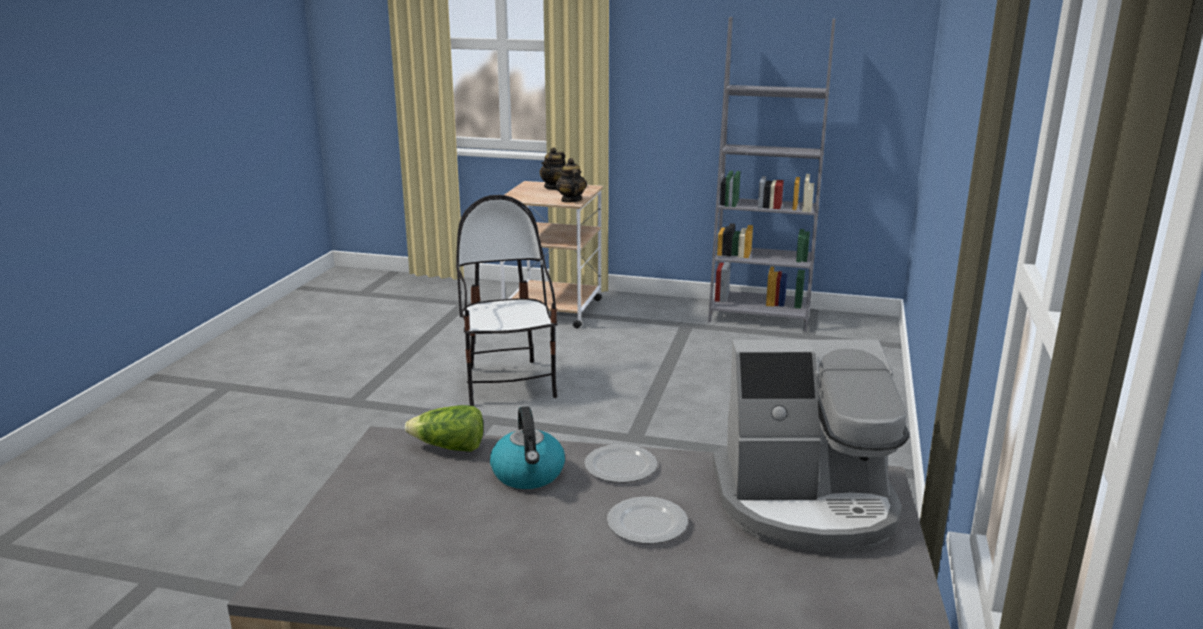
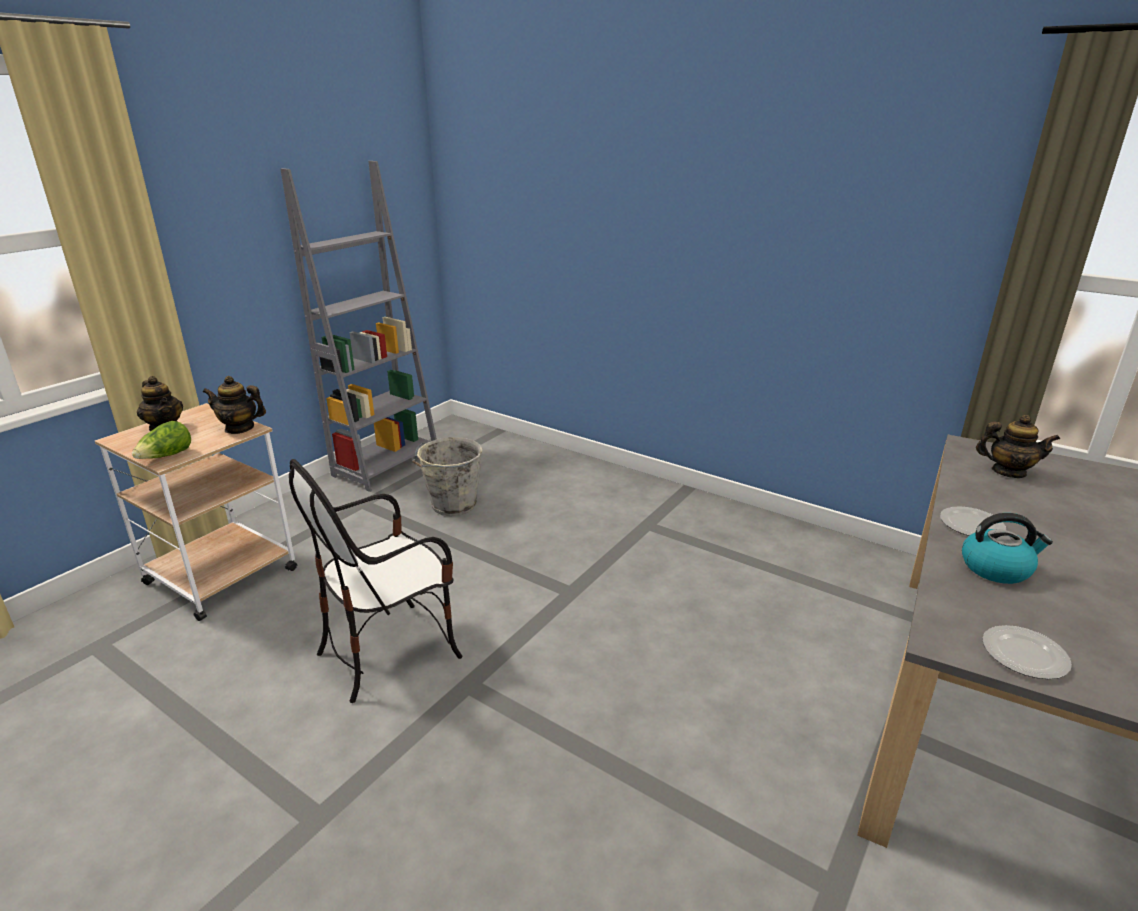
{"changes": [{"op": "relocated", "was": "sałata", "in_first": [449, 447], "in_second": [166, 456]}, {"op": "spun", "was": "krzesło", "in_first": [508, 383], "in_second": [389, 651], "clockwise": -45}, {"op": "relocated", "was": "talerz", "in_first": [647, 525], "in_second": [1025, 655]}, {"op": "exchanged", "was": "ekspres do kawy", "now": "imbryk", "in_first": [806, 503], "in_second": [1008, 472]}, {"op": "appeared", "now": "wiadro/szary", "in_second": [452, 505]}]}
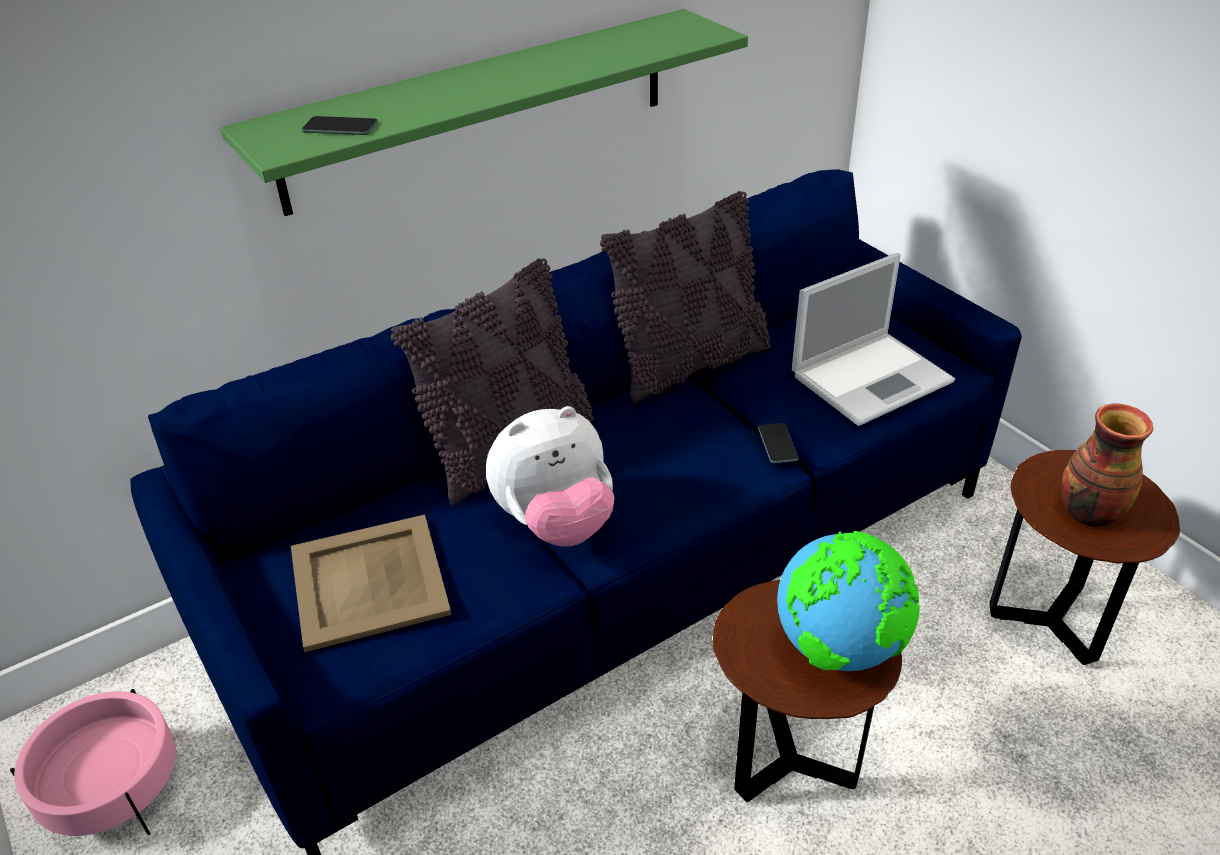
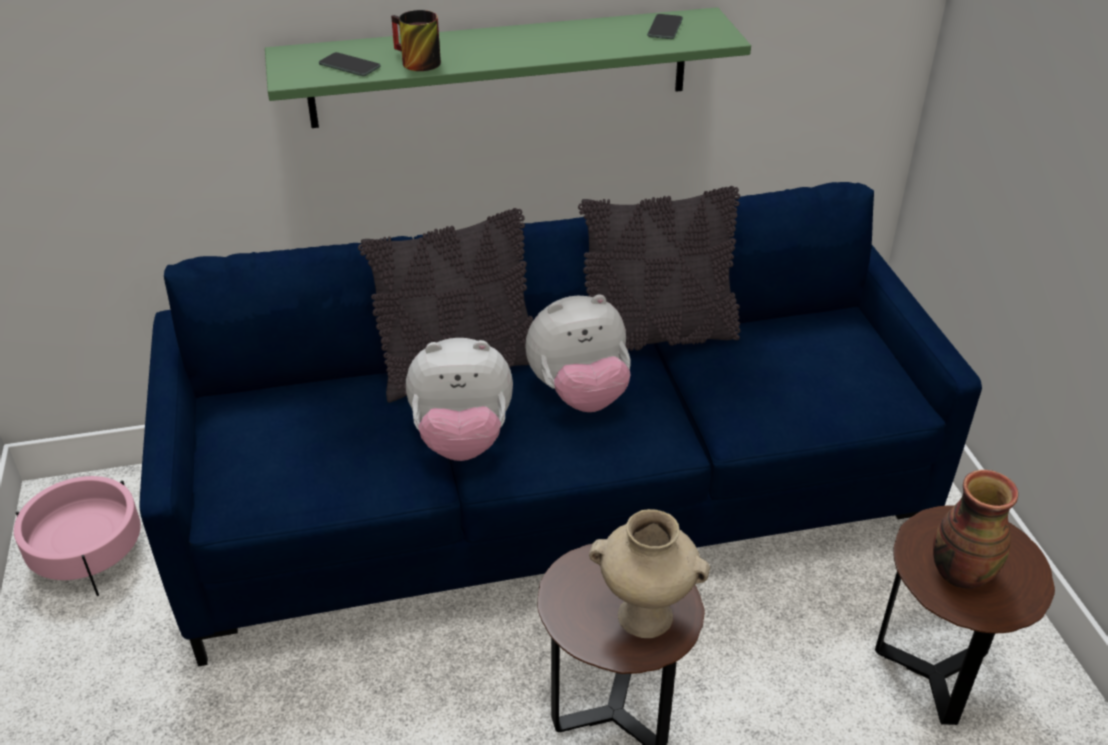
{"changes": [{"op": "missing", "was": "taca/beżowy", "in_first": [370, 580]}, {"op": "relocated", "was": "telefon", "in_first": [777, 444], "in_second": [665, 27]}, {"op": "exchanged", "was": "globus", "now": "wazon/beżowy", "in_first": [840, 648], "in_second": [646, 615]}, {"op": "missing", "was": "laptop", "in_first": [873, 377]}, {"op": "appeared", "now": "kubek", "in_second": [414, 62]}, {"op": "appeared", "now": "pluszak", "in_second": [579, 395]}]}
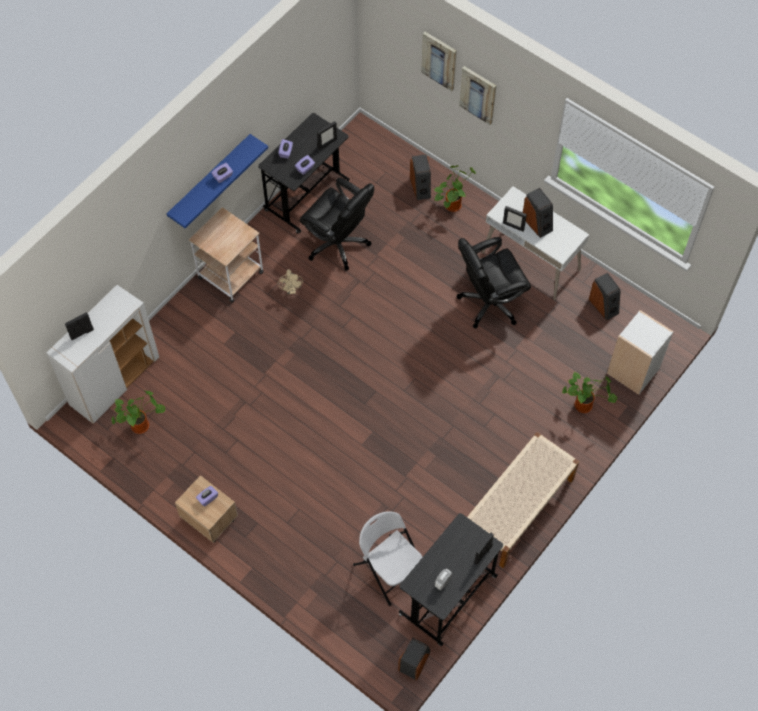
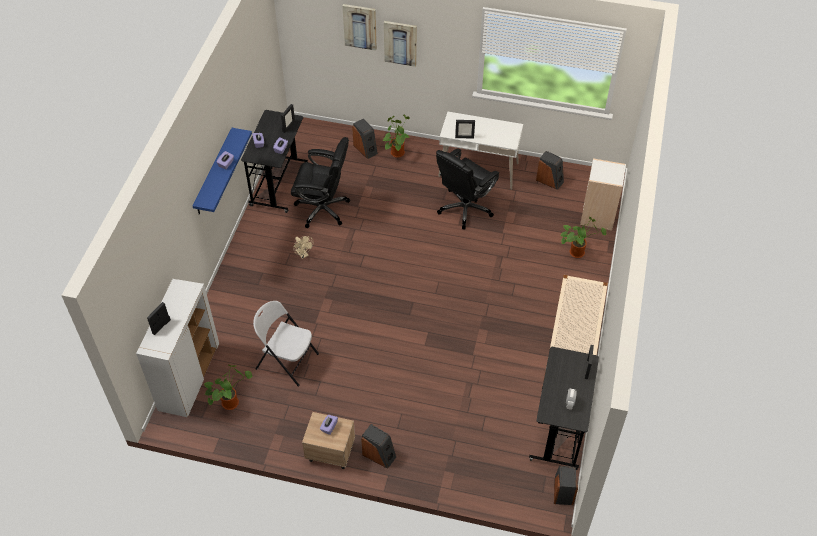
{"changes": [{"op": "missing", "was": "wózek/beżowy", "in_first": [231, 274]}, {"op": "relocated", "was": "krzesło/biały", "in_first": [390, 569], "in_second": [287, 361]}, {"op": "relocated", "was": "głośnik", "in_first": [537, 223], "in_second": [379, 455]}]}
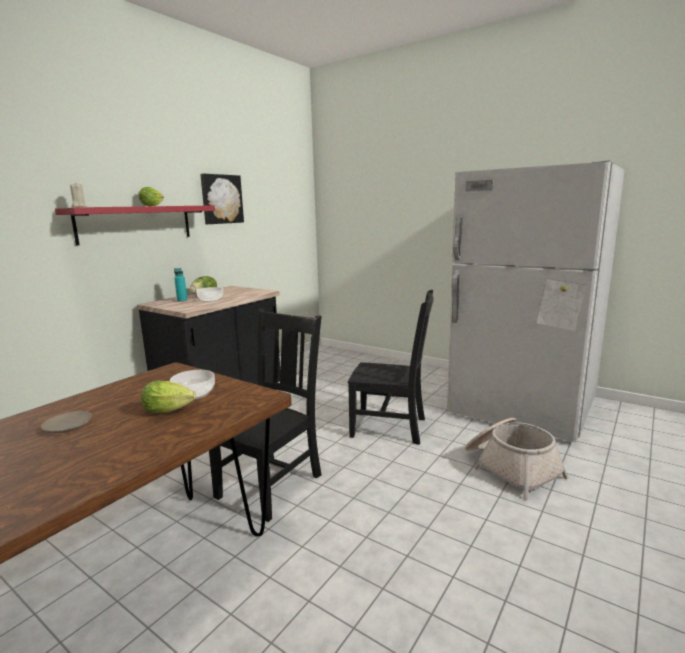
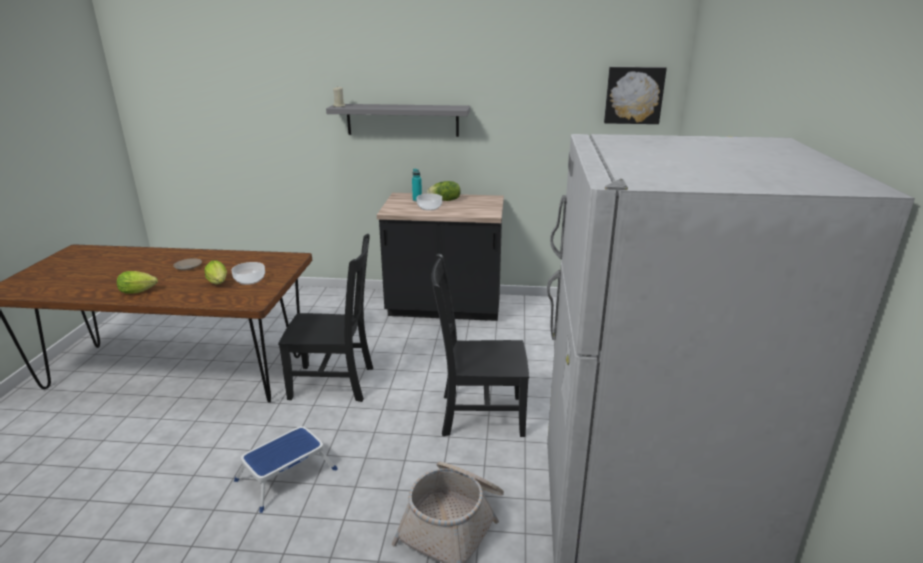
{"changes": [{"op": "colour", "was": "półka/czerwony", "now": "półka/szary", "in_first": [136, 223], "in_second": [402, 120]}, {"op": "relocated", "was": "sałata", "in_first": [153, 206], "in_second": [140, 291]}, {"op": "relocated", "was": "obraz", "in_first": [221, 199], "in_second": [634, 95]}, {"op": "spun", "was": "krzesło/czarny", "in_first": [391, 428], "in_second": [479, 415], "clockwise": 105}, {"op": "appeared", "now": "drabinka/niebieski", "in_second": [286, 475]}]}
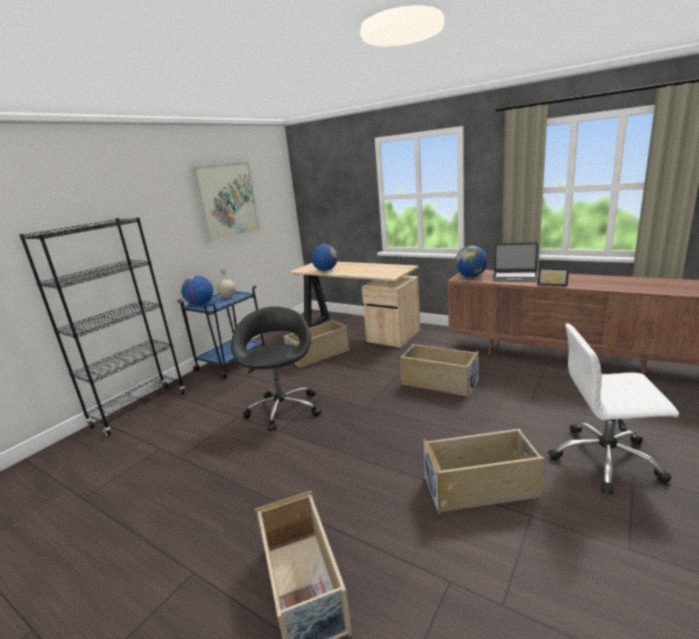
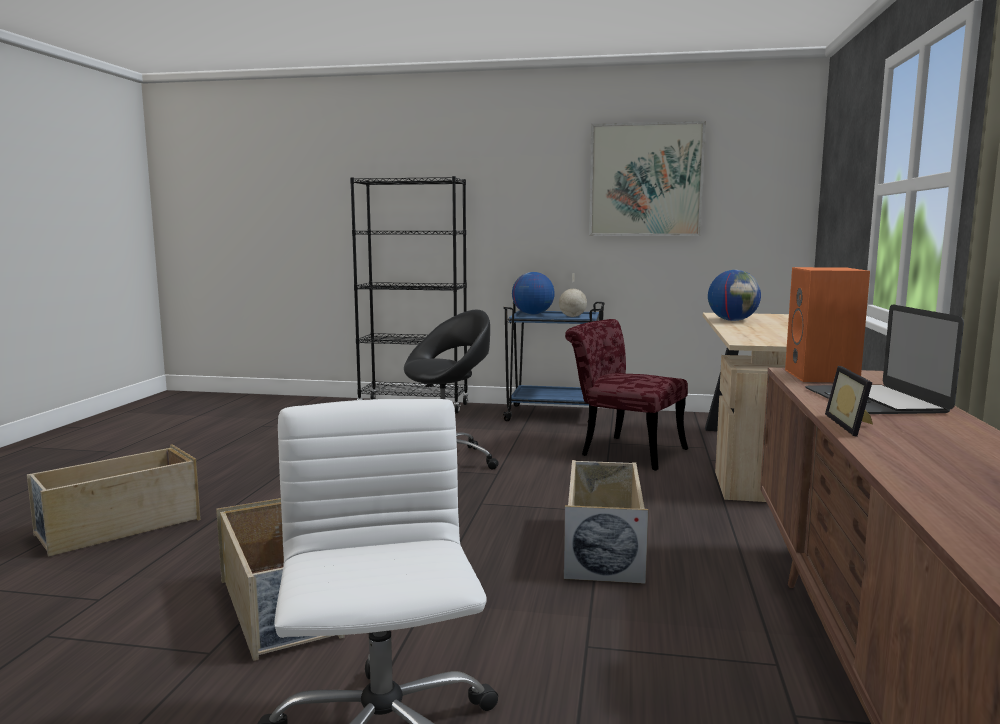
{"changes": [{"op": "exchanged", "was": "pojemnik do przechowywania/beżowy", "now": "krzesło/czerwony", "in_first": [318, 355], "in_second": [623, 451]}, {"op": "exchanged", "was": "globus", "now": "głośnik/pomarańczowy", "in_first": [471, 276], "in_second": [823, 376]}]}
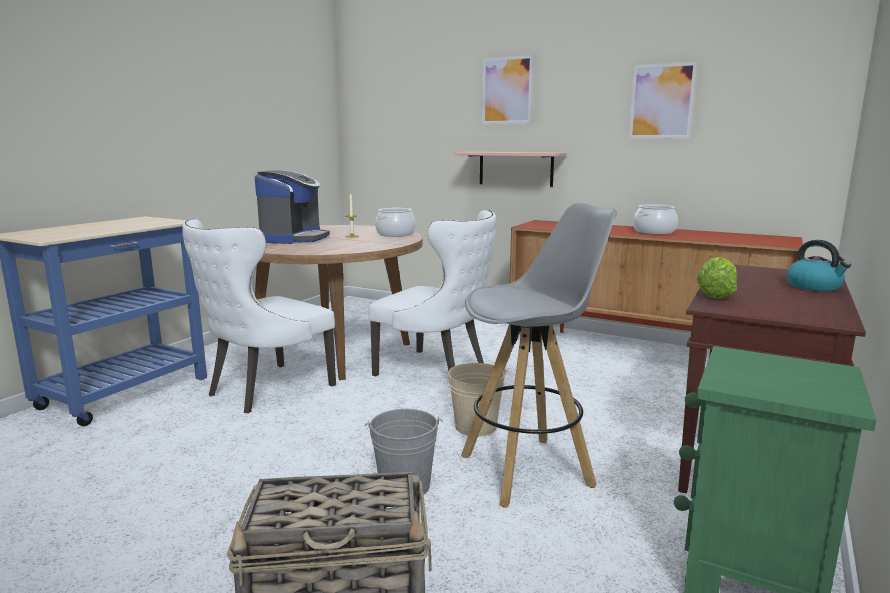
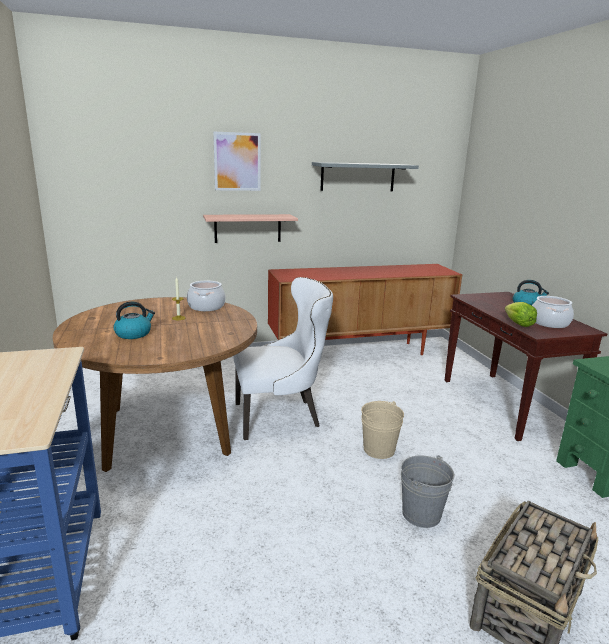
{"changes": [{"op": "missing", "was": "krzesło/biały", "in_first": [265, 390]}, {"op": "exchanged", "was": "ekspres do kawy", "now": "czajnik", "in_first": [294, 238], "in_second": [134, 334]}, {"op": "missing", "was": "stołek/szary", "in_first": [529, 470]}, {"op": "exchanged", "was": "obraz", "now": "półka/szary", "in_first": [662, 101], "in_second": [358, 177]}, {"op": "relocated", "was": "garnek", "in_first": [654, 232], "in_second": [549, 323]}]}
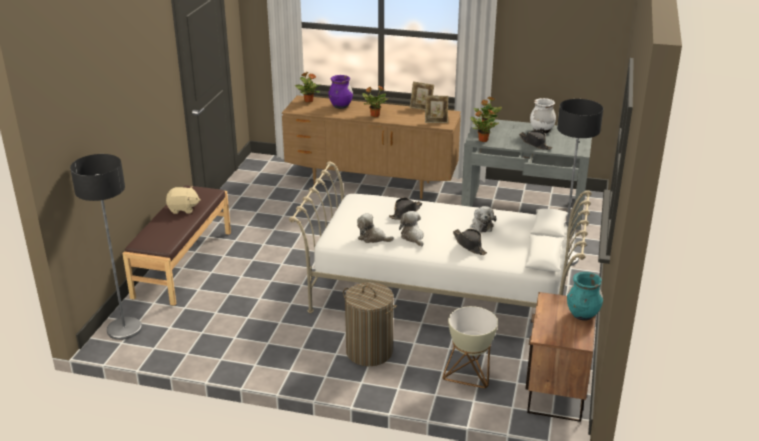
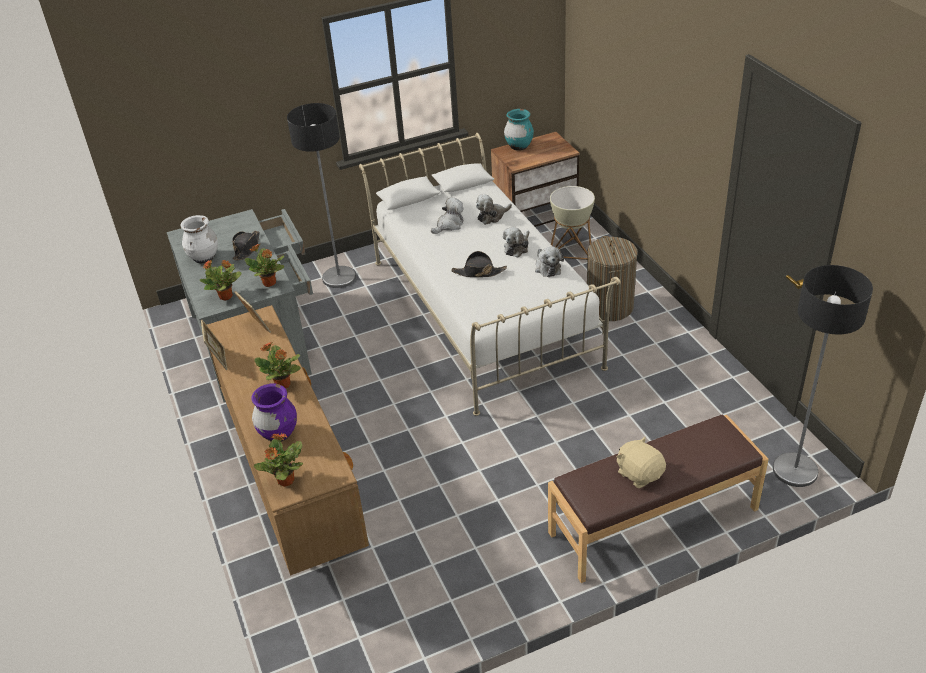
{"changes": [{"op": "exchanged", "was": "kapelusz/czarny", "now": "pluszak", "in_first": [469, 245], "in_second": [492, 216]}]}
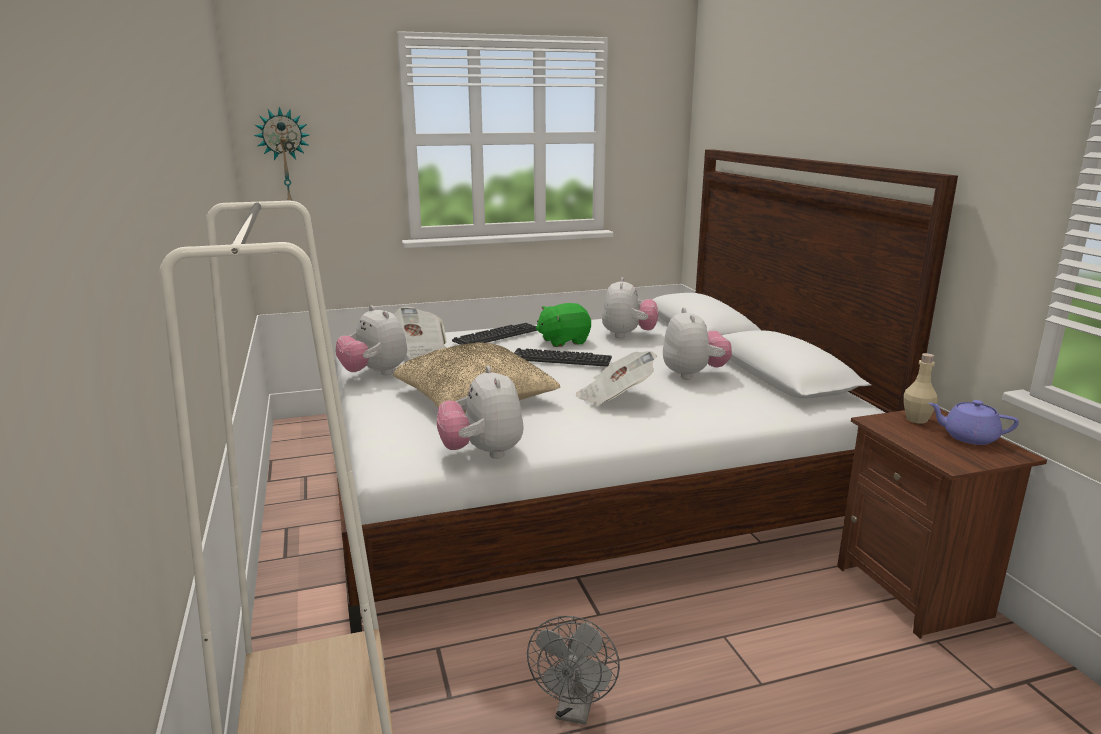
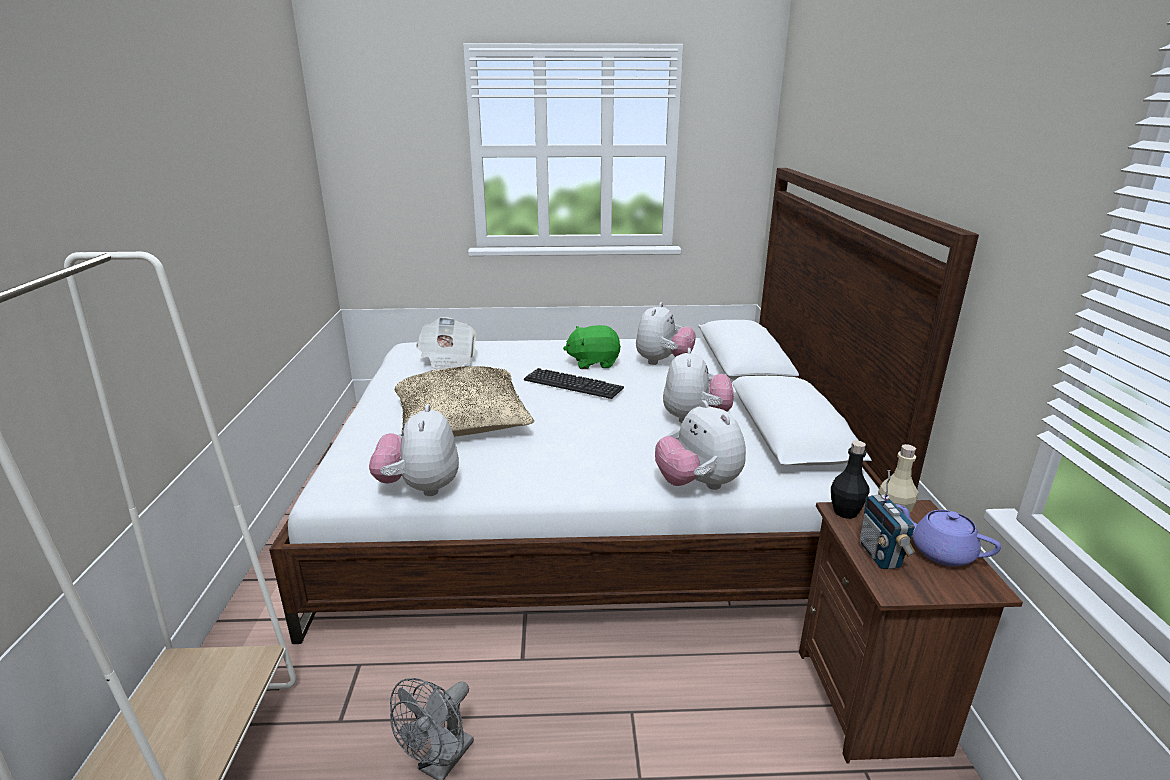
{"changes": [{"op": "missing", "was": "zegar ścienny", "in_first": [284, 157]}, {"op": "relocated", "was": "pluszak", "in_first": [374, 374], "in_second": [698, 484]}, {"op": "missing", "was": "klawiatura", "in_first": [496, 336]}, {"op": "missing", "was": "gazeta", "in_first": [615, 397]}, {"op": "appeared", "now": "butelka/czarny", "in_second": [845, 512]}, {"op": "appeared", "now": "radio", "in_second": [880, 555]}]}
